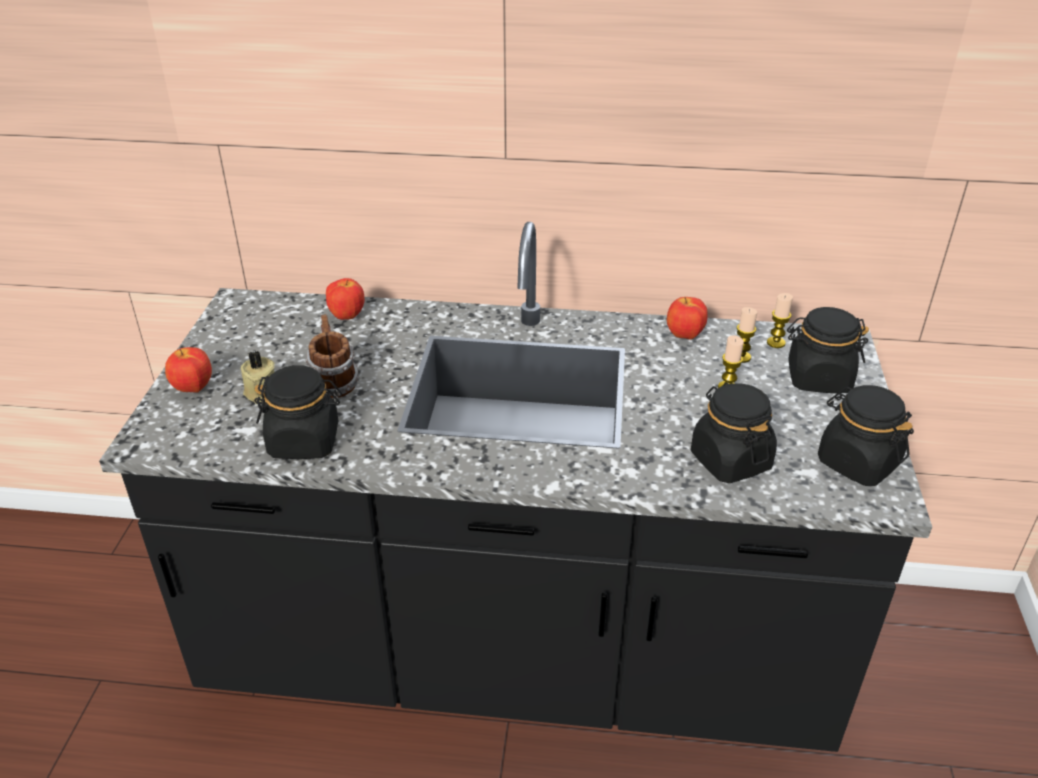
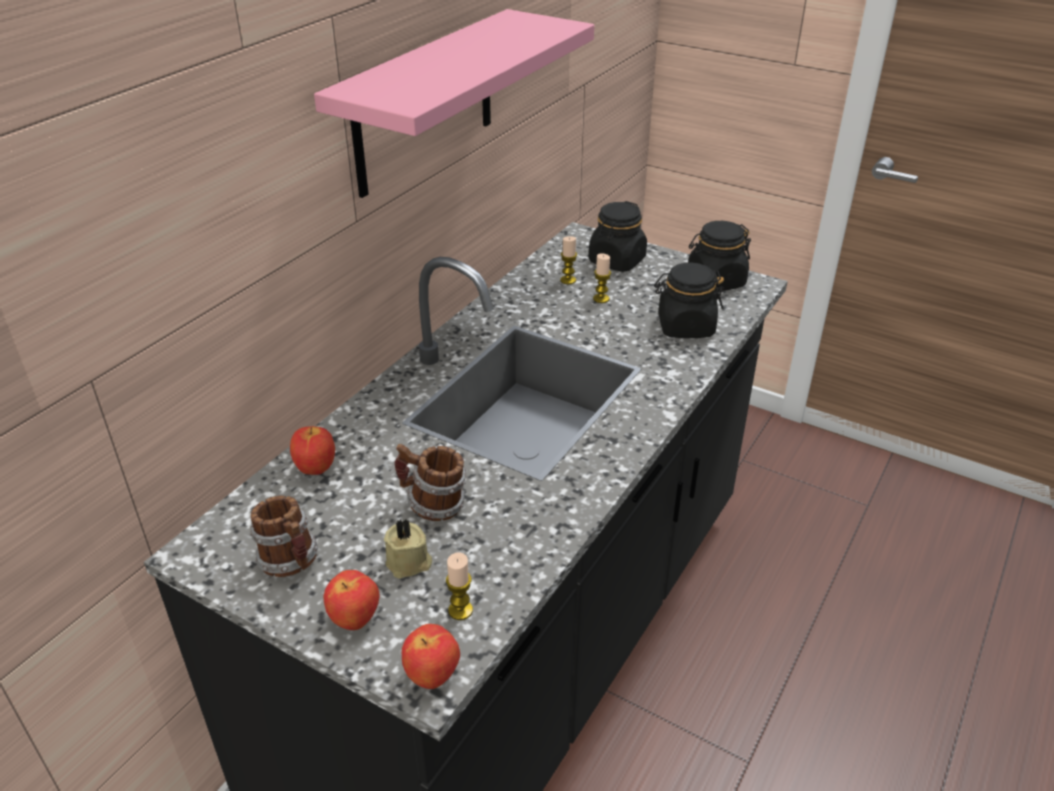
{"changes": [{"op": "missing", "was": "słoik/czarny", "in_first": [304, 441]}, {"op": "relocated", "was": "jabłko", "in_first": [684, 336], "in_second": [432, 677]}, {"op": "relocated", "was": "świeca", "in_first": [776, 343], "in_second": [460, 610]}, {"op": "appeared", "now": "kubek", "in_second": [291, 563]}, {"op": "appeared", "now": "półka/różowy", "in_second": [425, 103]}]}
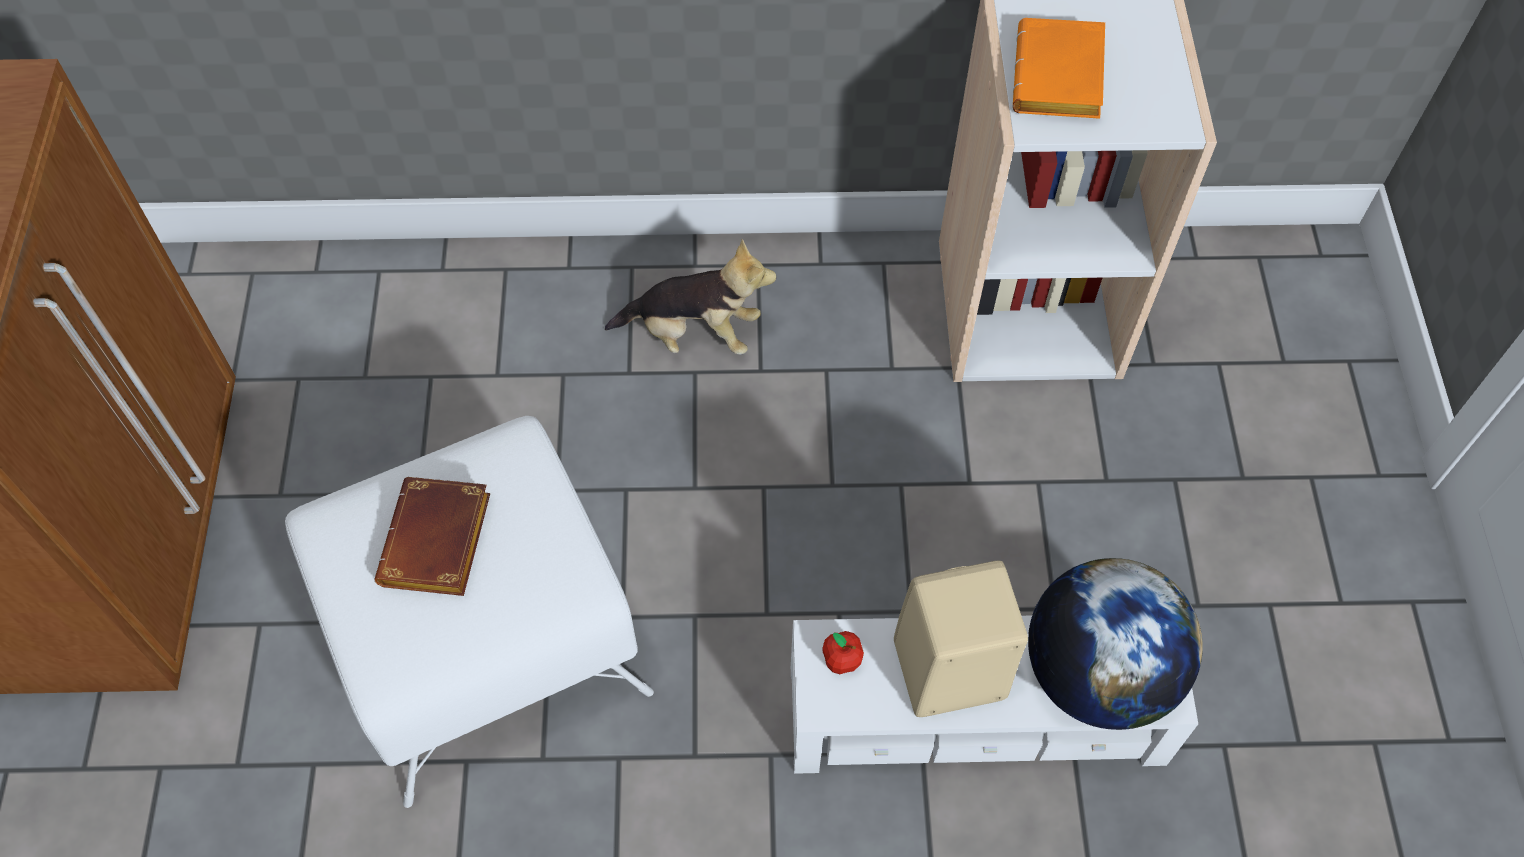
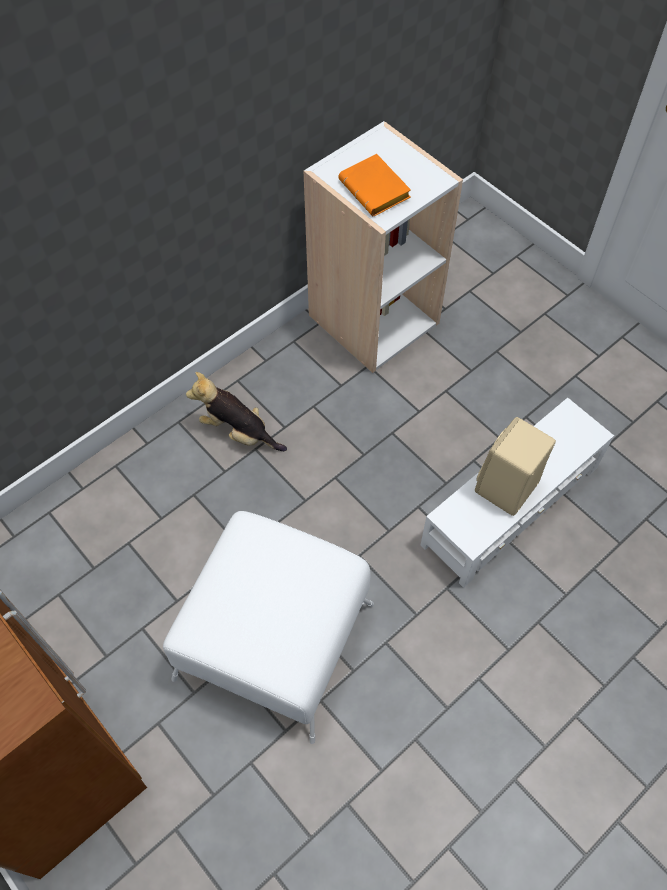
{"changes": [{"op": "missing", "was": "książka/brązowy", "in_first": [439, 545]}, {"op": "spun", "was": "pluszak", "in_first": [694, 334], "in_second": [238, 432], "clockwise": -120}, {"op": "missing", "was": "jabłko", "in_first": [841, 661]}, {"op": "missing", "was": "globus", "in_first": [1097, 674]}]}
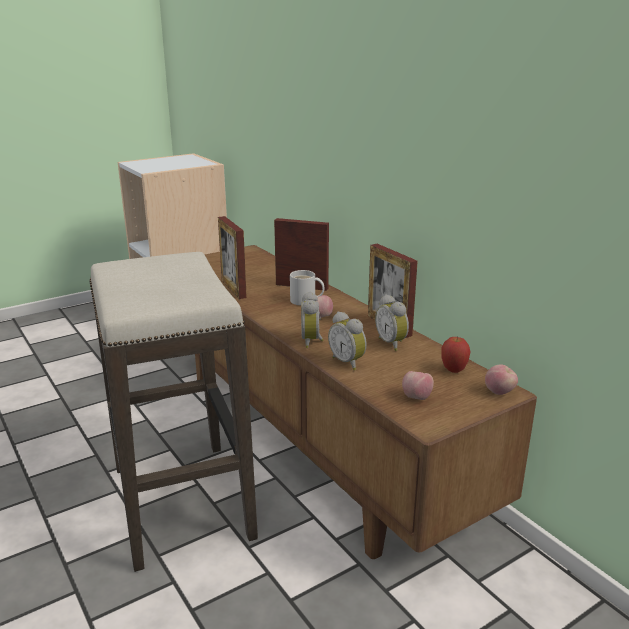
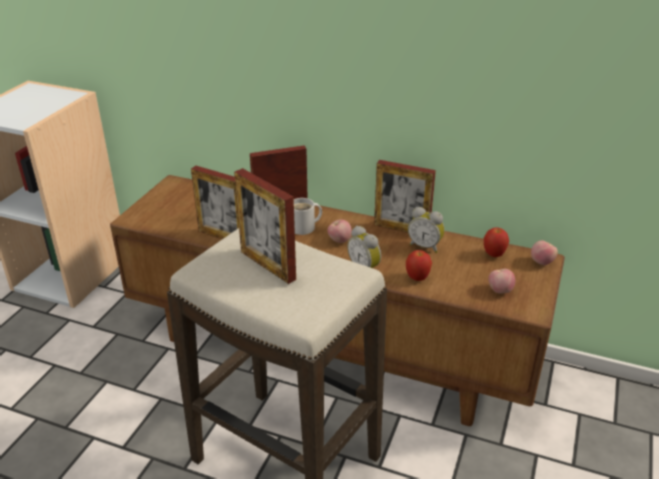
{"changes": [{"op": "exchanged", "was": "budzik", "now": "jabłko", "in_first": [348, 362], "in_second": [417, 278]}, {"op": "appeared", "now": "ramka na zdjęcie", "in_second": [268, 265]}]}
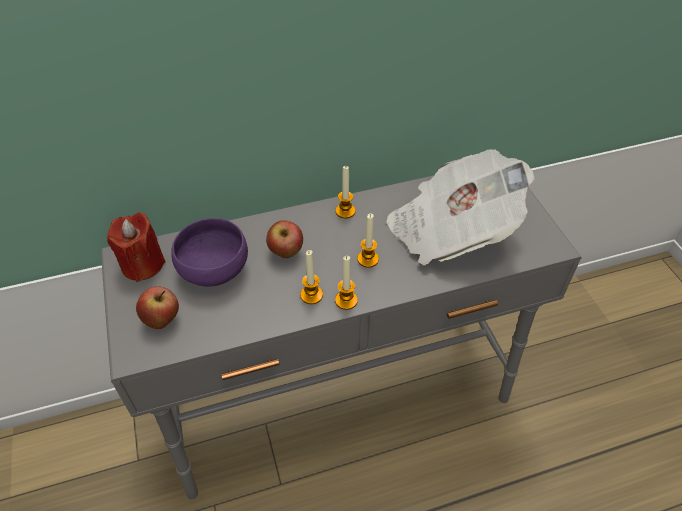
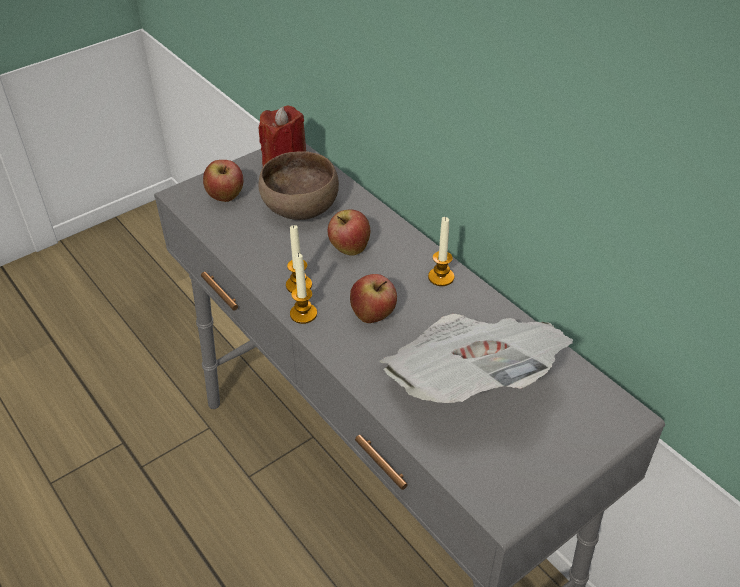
{"changes": [{"op": "colour", "was": "miska/fioletowy", "now": "miska/brązowy", "in_first": [214, 271], "in_second": [299, 208]}, {"op": "exchanged", "was": "świeca", "now": "jabłko", "in_first": [368, 259], "in_second": [373, 316]}]}
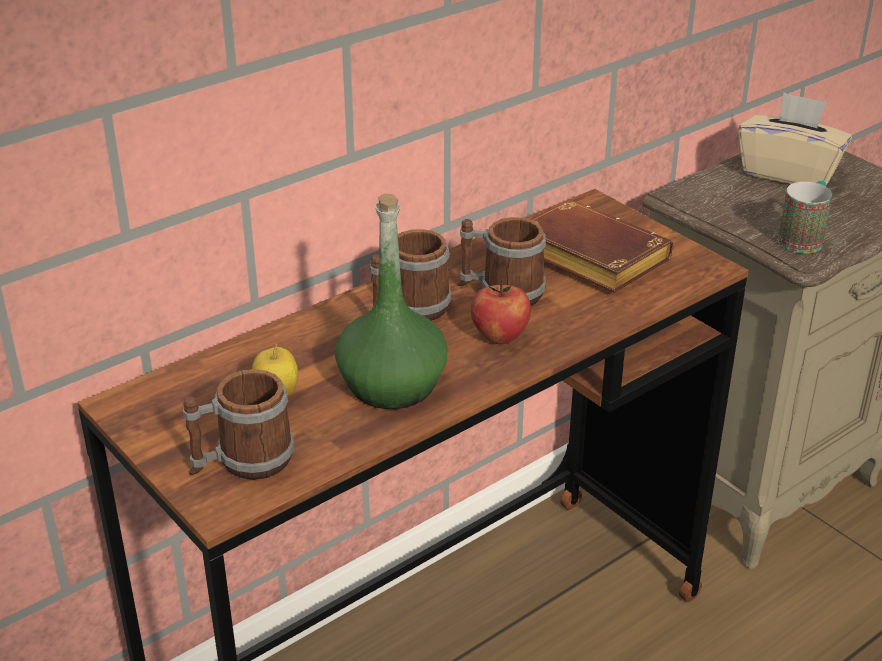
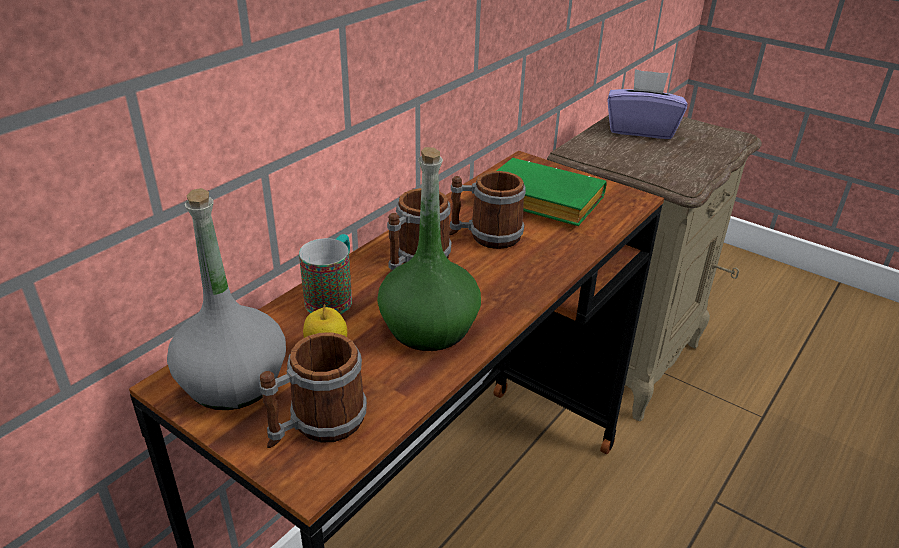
{"changes": [{"op": "missing", "was": "jabłko", "in_first": [499, 337]}, {"op": "colour", "was": "książka/brązowy", "now": "książka/zielony", "in_first": [585, 257], "in_second": [538, 201]}, {"op": "colour", "was": "pudełko chusteczek/beżowy", "now": "pudełko chusteczek/fioletowy", "in_first": [789, 173], "in_second": [641, 129]}, {"op": "relocated", "was": "kubek", "in_first": [803, 238], "in_second": [333, 296]}, {"op": "appeared", "now": "butelka/szary", "in_second": [234, 382]}]}
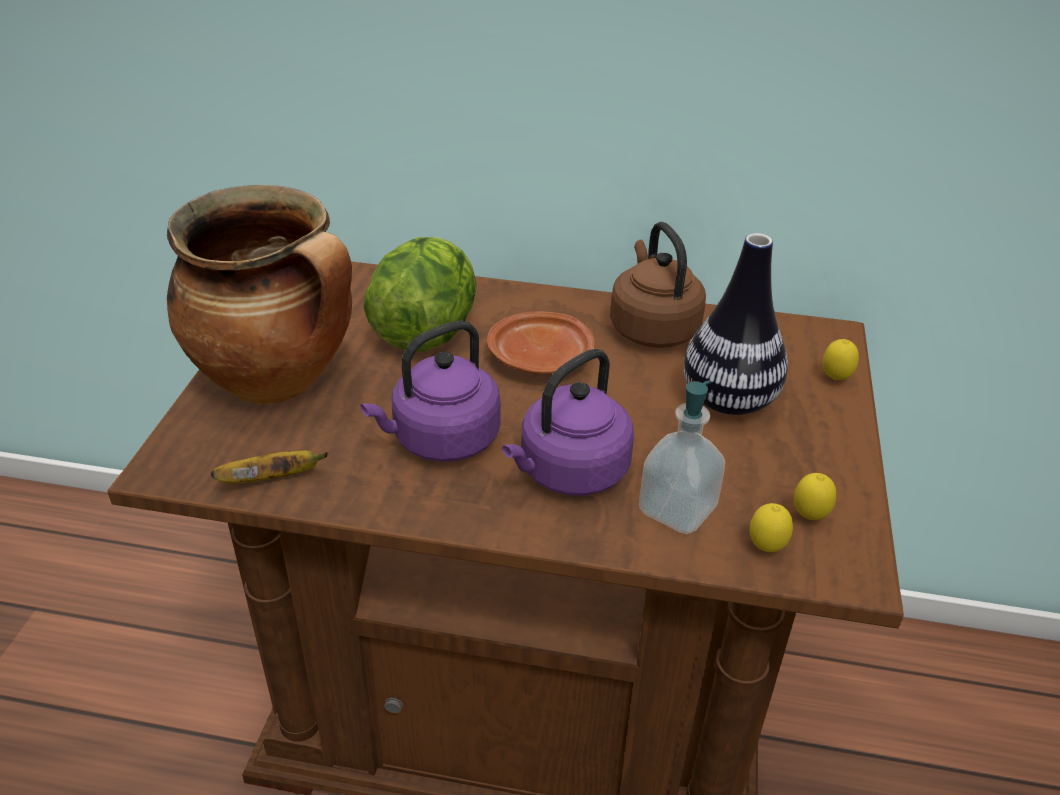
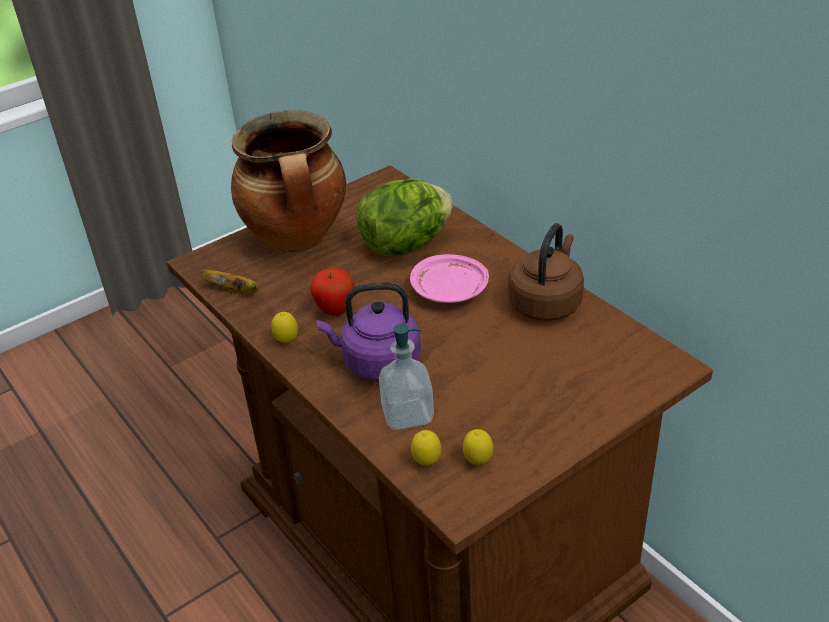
{"changes": [{"op": "exchanged", "was": "czajnik/fioletowy", "now": "jabłko", "in_first": [441, 440], "in_second": [335, 311]}, {"op": "colour", "was": "talerz/brązowy", "now": "talerz/różowy", "in_first": [542, 358], "in_second": [450, 291]}, {"op": "missing", "was": "wazon", "in_first": [728, 400]}, {"op": "relocated", "was": "cytryna", "in_first": [835, 379], "in_second": [287, 342]}]}
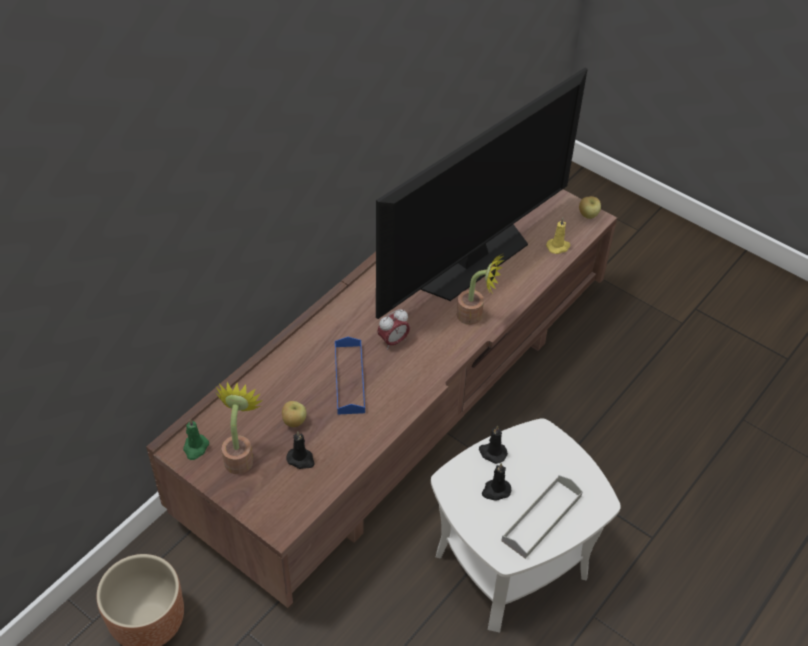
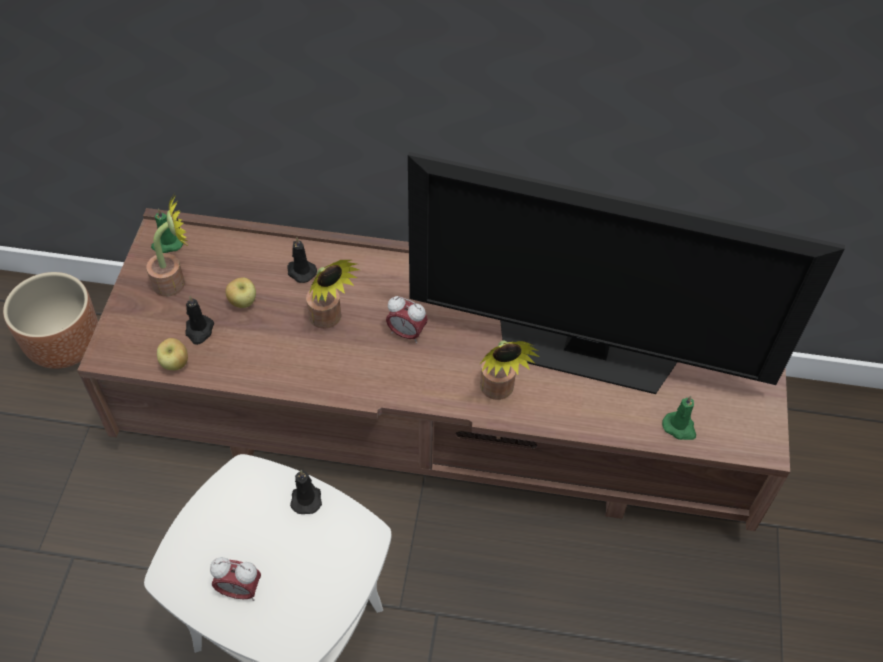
{"changes": [{"op": "exchanged", "was": "taca/niebieski", "now": "roślina doniczkowa", "in_first": [349, 379], "in_second": [328, 320]}, {"op": "relocated", "was": "świeca/czarny", "in_first": [495, 491], "in_second": [300, 271]}, {"op": "exchanged", "was": "taca/szary", "now": "budzik", "in_first": [542, 518], "in_second": [240, 590]}, {"op": "colour", "was": "świeca/żółty", "now": "świeca/zielony", "in_first": [558, 247], "in_second": [680, 428]}, {"op": "relocated", "was": "jabłko", "in_first": [588, 215], "in_second": [176, 364]}]}
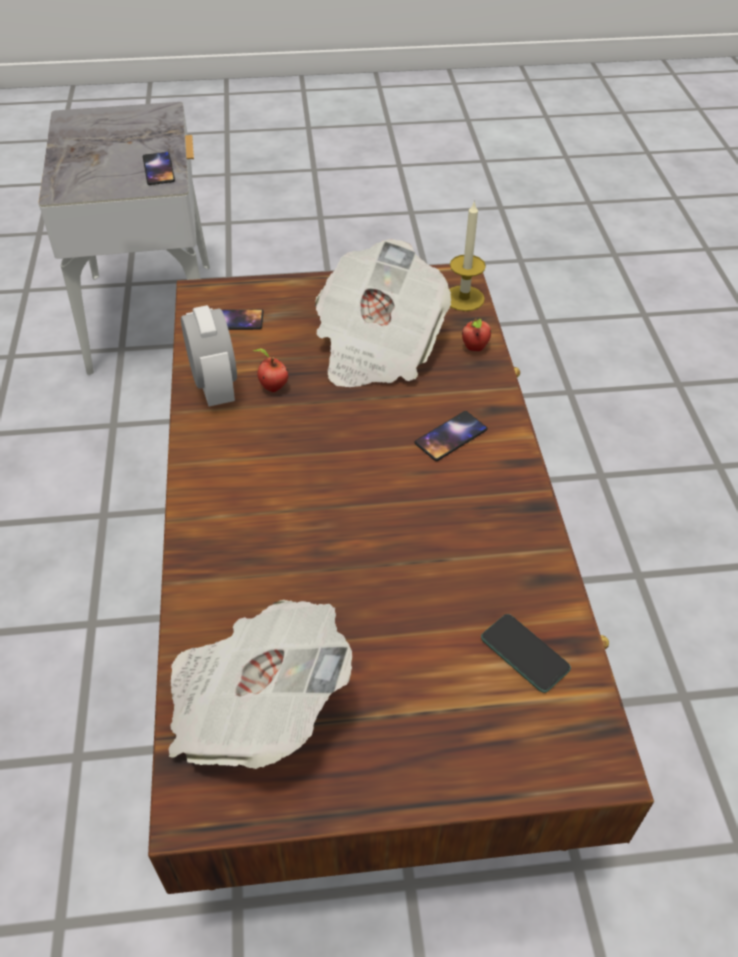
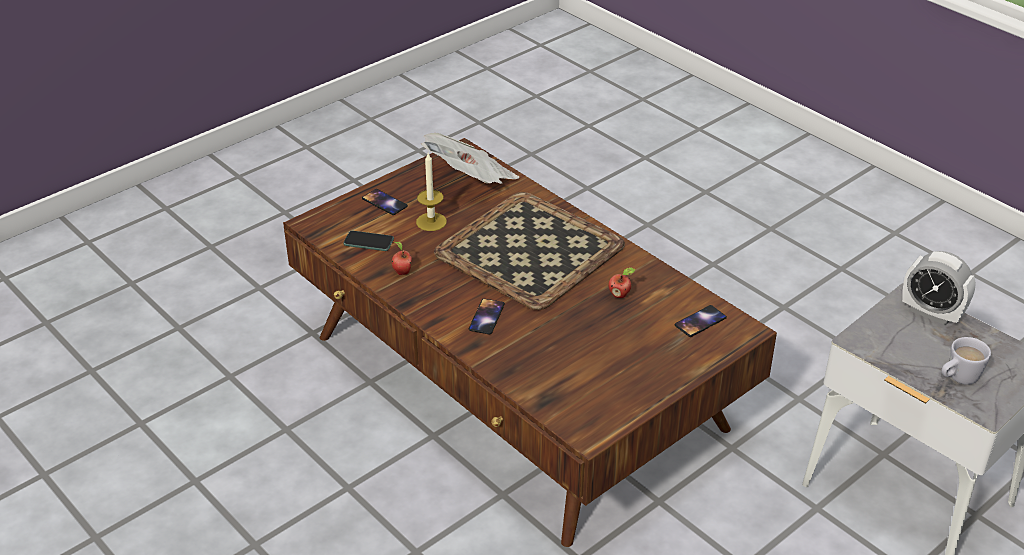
{"changes": [{"op": "relocated", "was": "telefon", "in_first": [158, 169], "in_second": [384, 202]}, {"op": "relocated", "was": "budzik", "in_first": [215, 387], "in_second": [931, 313]}, {"op": "missing", "was": "gazeta", "in_first": [376, 346]}, {"op": "relocated", "was": "świeca", "in_first": [464, 298], "in_second": [431, 222]}, {"op": "relocated", "was": "jabłko", "in_first": [475, 348], "in_second": [402, 272]}, {"op": "appeared", "now": "taca", "in_second": [529, 251]}, {"op": "appeared", "now": "kubek/biały", "in_second": [958, 379]}]}
